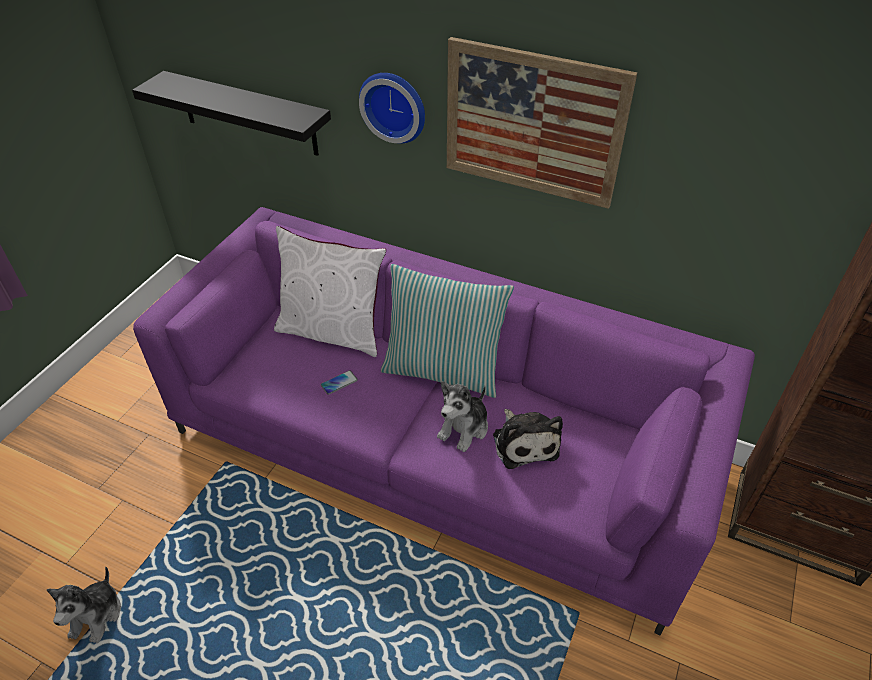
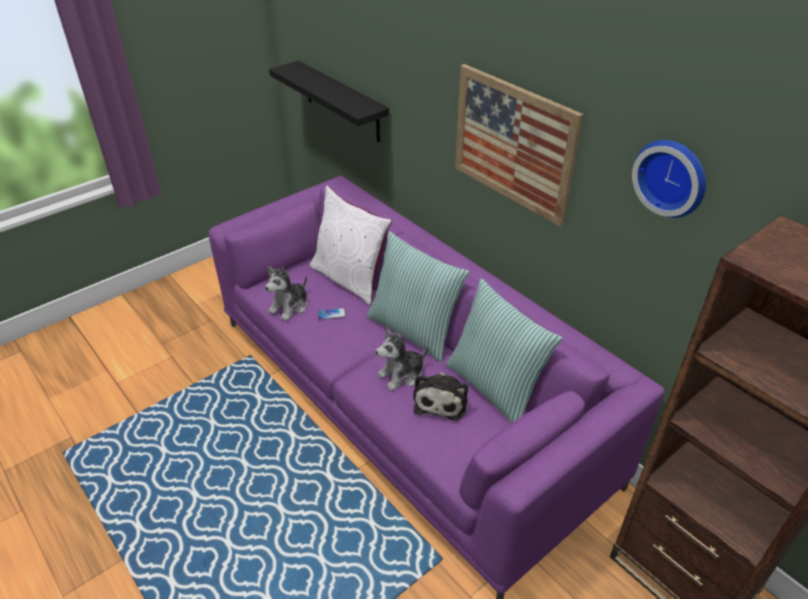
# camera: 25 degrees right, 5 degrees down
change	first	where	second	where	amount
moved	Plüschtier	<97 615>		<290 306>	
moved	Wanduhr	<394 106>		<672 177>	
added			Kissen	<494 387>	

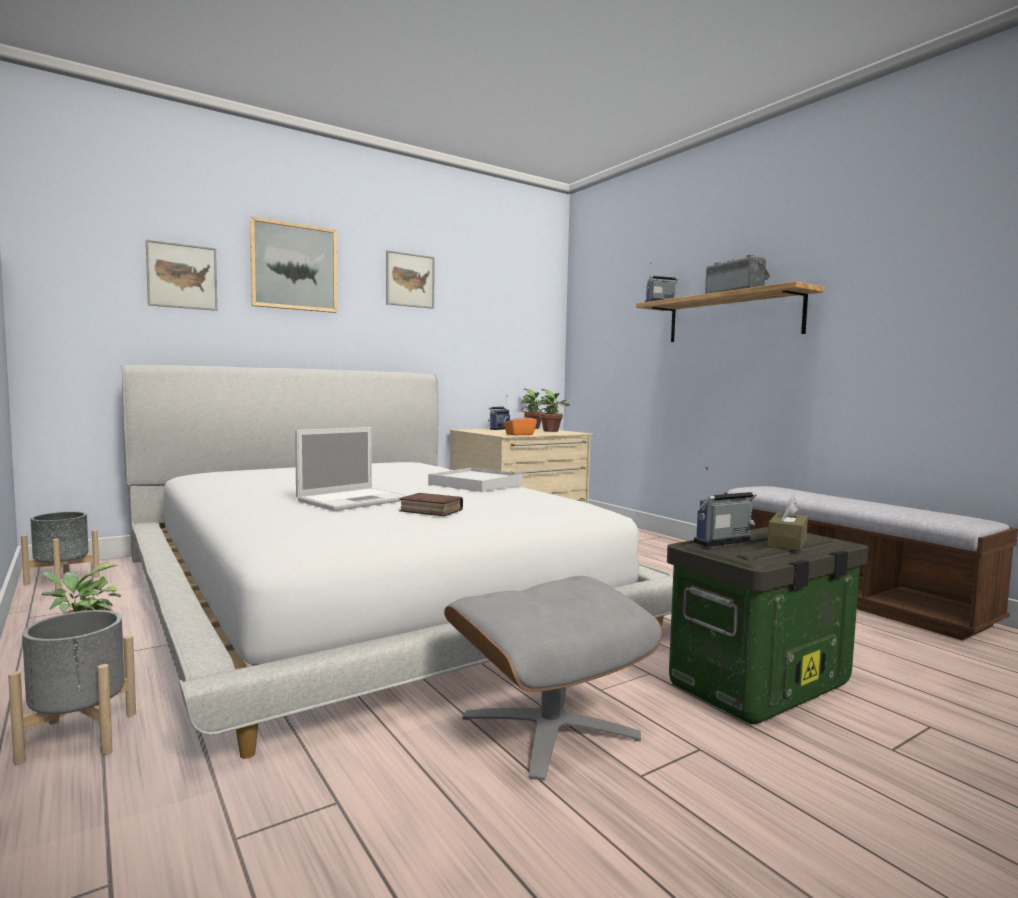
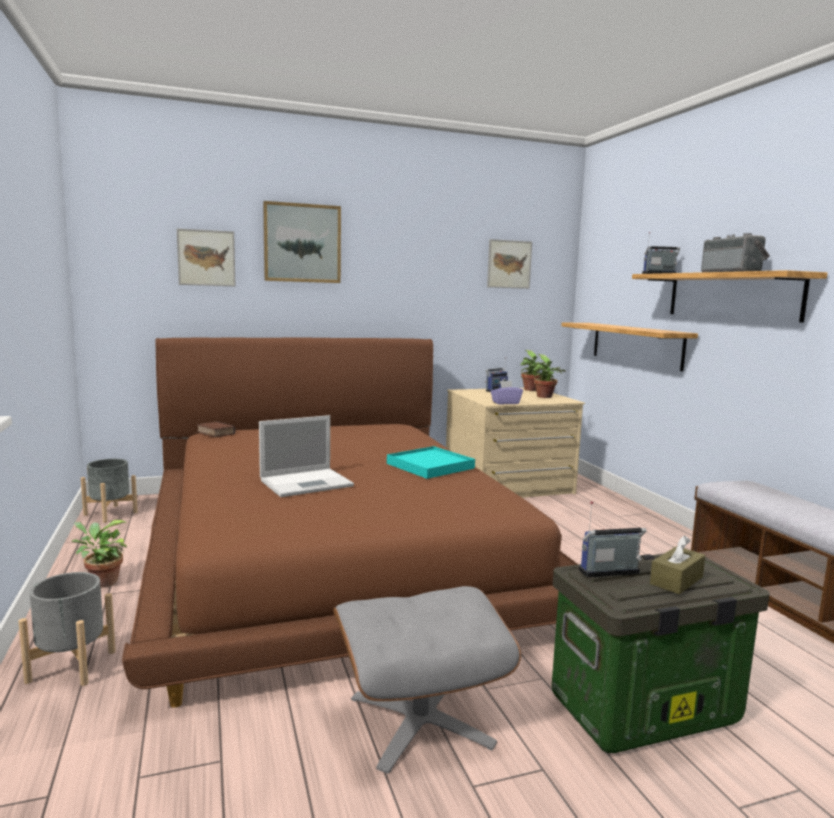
# camera: 15 degrees right, 5 degrees up
change	first	where	second	where	amount
recoloured	Bett/weiß	<366 590>	Bett/braun	<334 550>	
moved	Bild	<410 280>		<509 264>	
moved	Buch	<429 510>		<214 433>	
recoloured	Tablett/weiß	<476 484>	Tablett/türkis	<430 466>	
recoloured	Taschentuchbox/orange	<519 434>	Taschentuchbox/lila	<505 403>	
added			Wandregal	<636 345>	

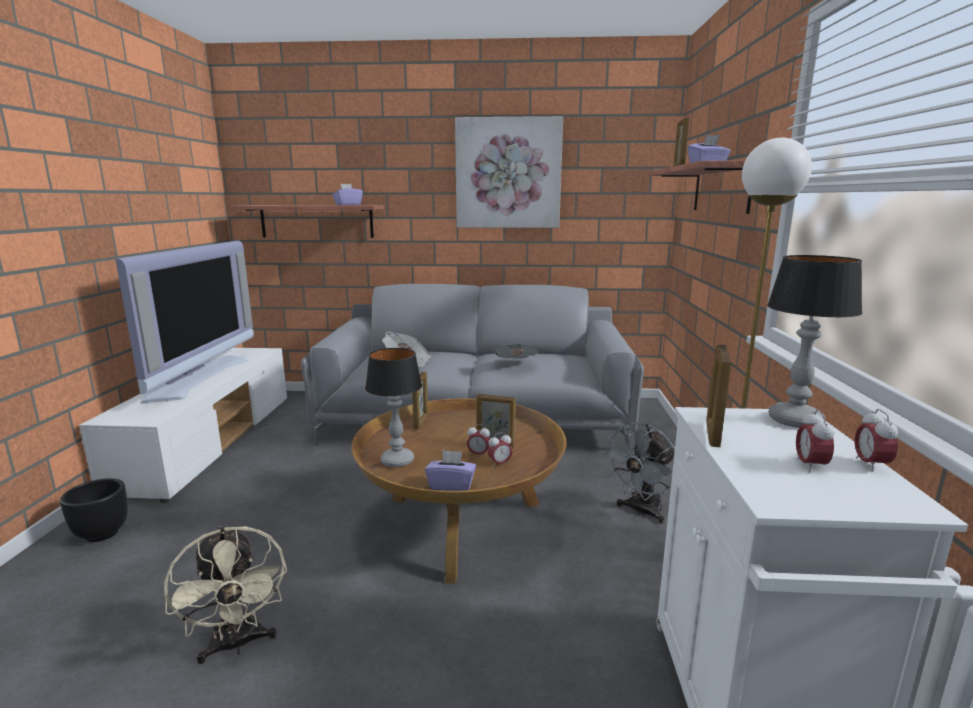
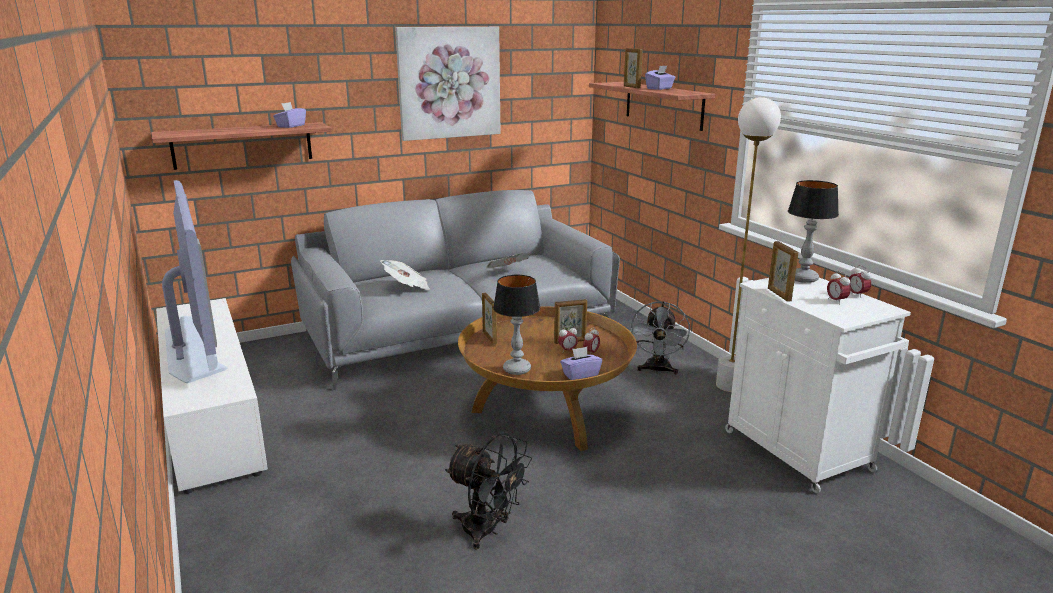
# camera: 30 degrees left, 5 degrees up
change	first	where	second	where	amount
removed	Pflanzkübel/schwarz	<102 534>			
recoloured	Ventilator/beige	<237 644>	Ventilator/schwarz	<488 531>	

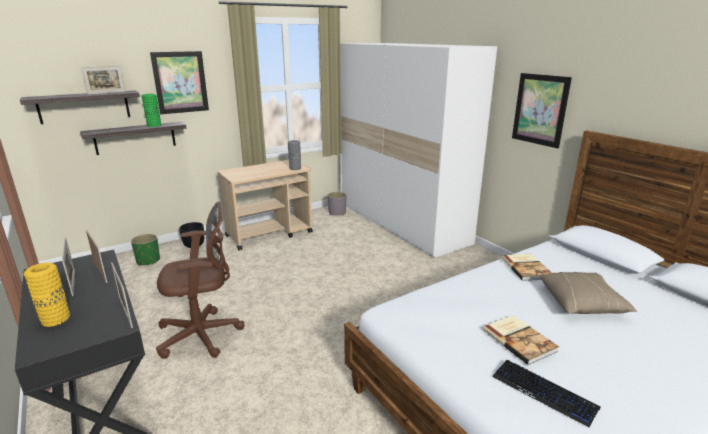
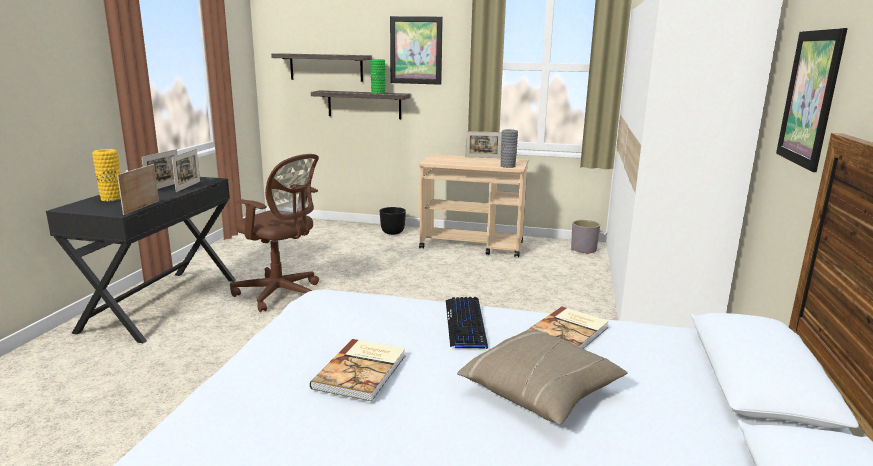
# camera: 45 degrees right, 5 degrees down
change	first	where	second	where	amount
moved	Bilderrahmen	<106 93>		<483 157>	
removed	Pflanzkübel/grün	<148 261>			
moved	Tastatur	<544 392>		<465 323>	

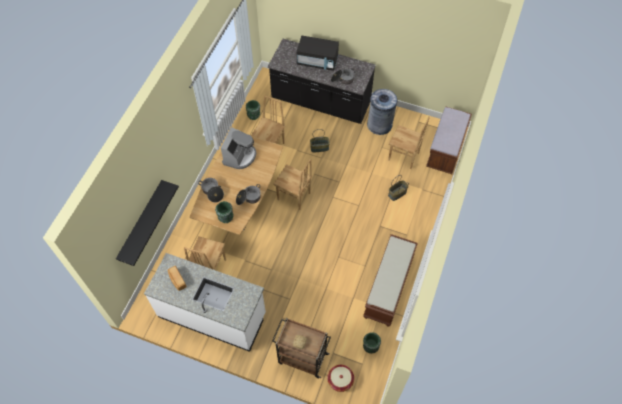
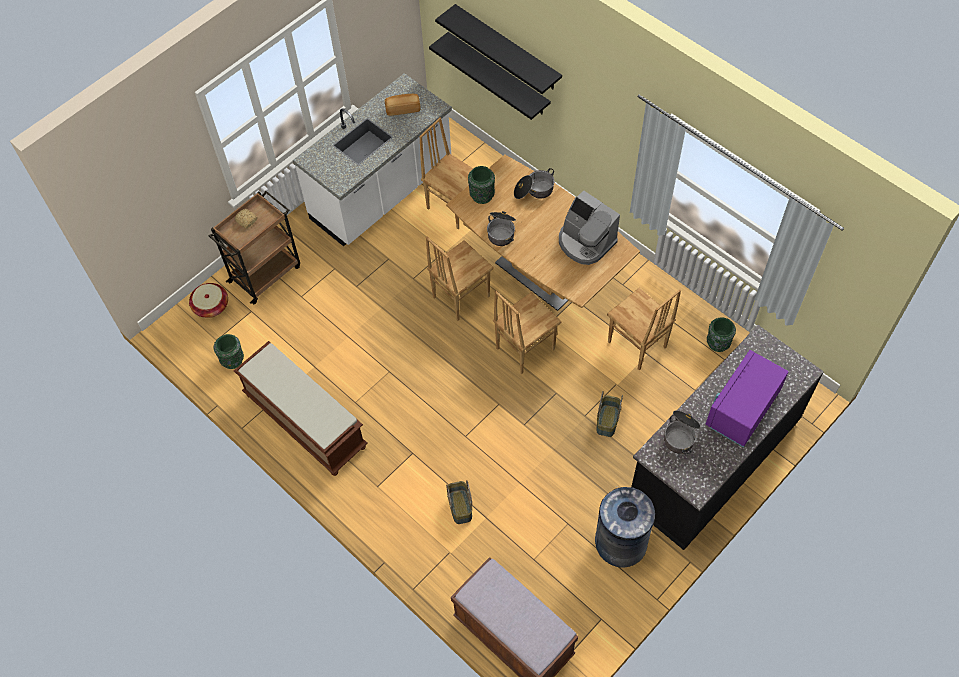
# camera: 115 degrees right, 0 degrees up
change	first	where	second	where	amount
recoloured	Mikrowelle/schwarz	<317 61>	Mikrowelle/lila	<741 409>	
moved	Stuhl/braun	<403 157>		<460 296>	
added			Wandregal/schwarz	<507 48>	

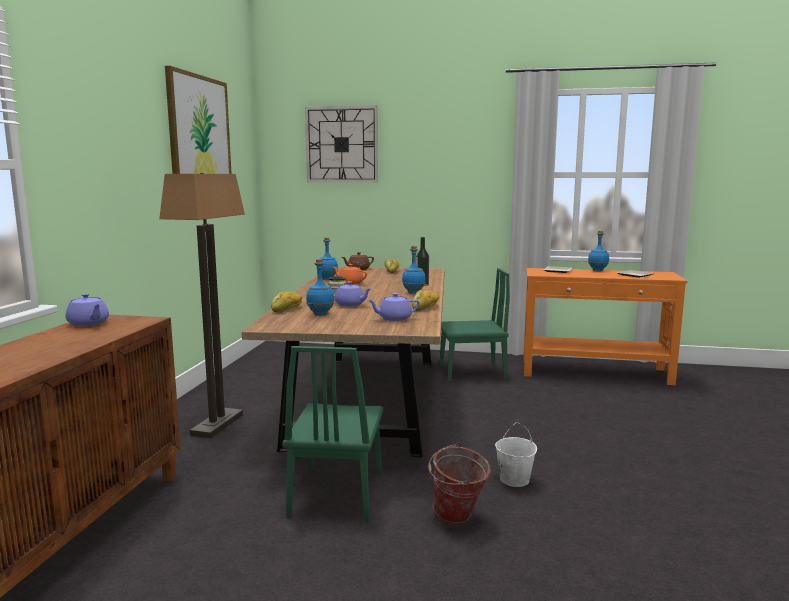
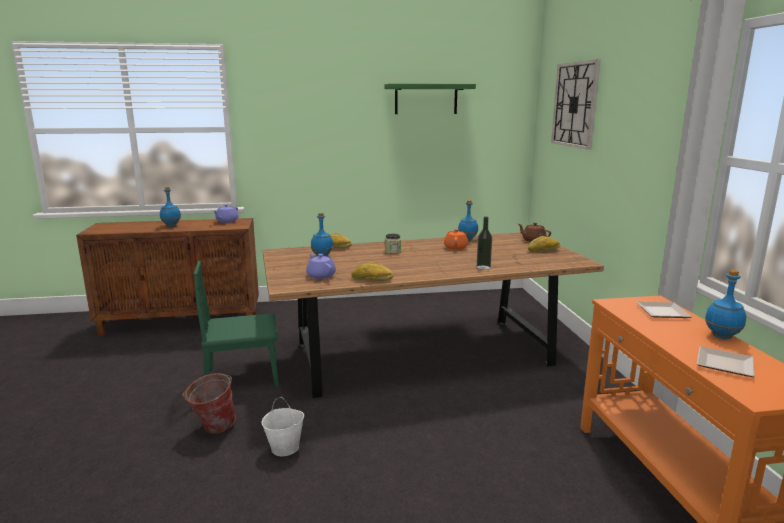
# camera: 70 degrees right, 5 degrees up
change	first	where	second	where	amount
removed	Stehlampe	<217 425>			
replaced	Bild	<199 133>	Wandregal/grün	<426 99>	
removed	Teekanne/lila	<350 304>			
moved	Flasche/blau	<413 293>		<171 226>	
removed	Stuhl/grün	<472 372>			

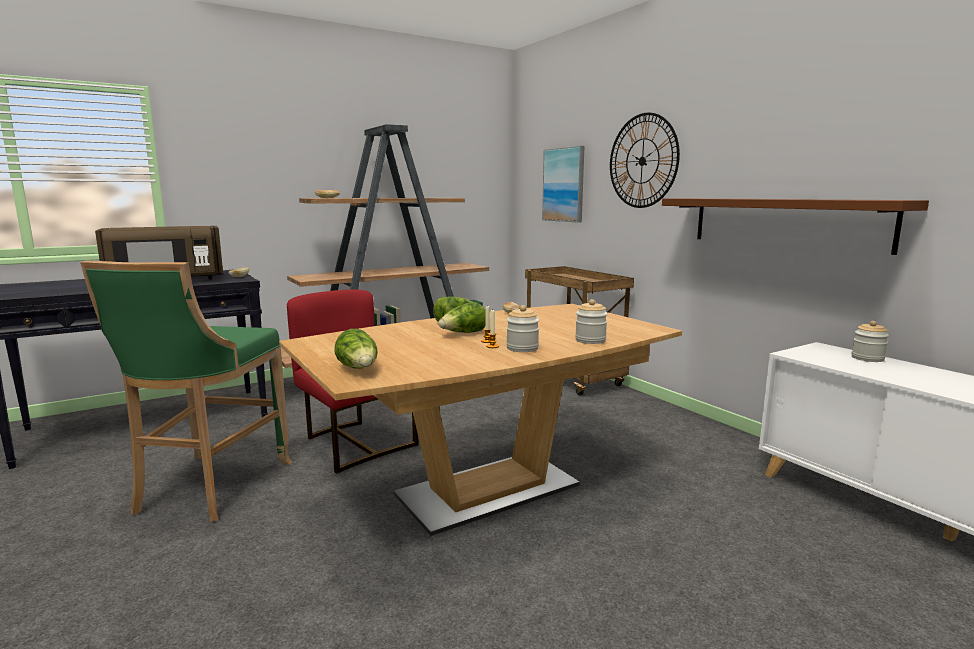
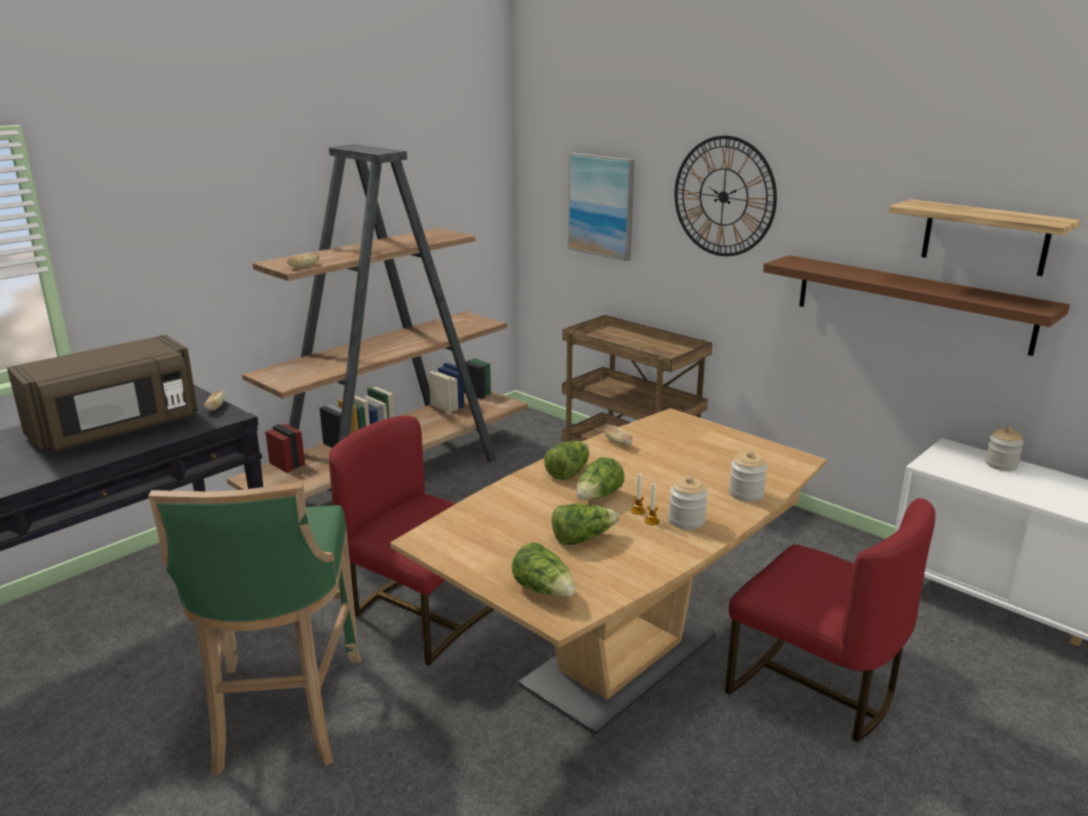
# camera: 15 degrees left, 10 degrees up
change	first	where	second	where	amount
added			Salatkopf	<582 538>	
added			Stuhl/rot	<814 689>	
added			Wandregal	<985 237>	

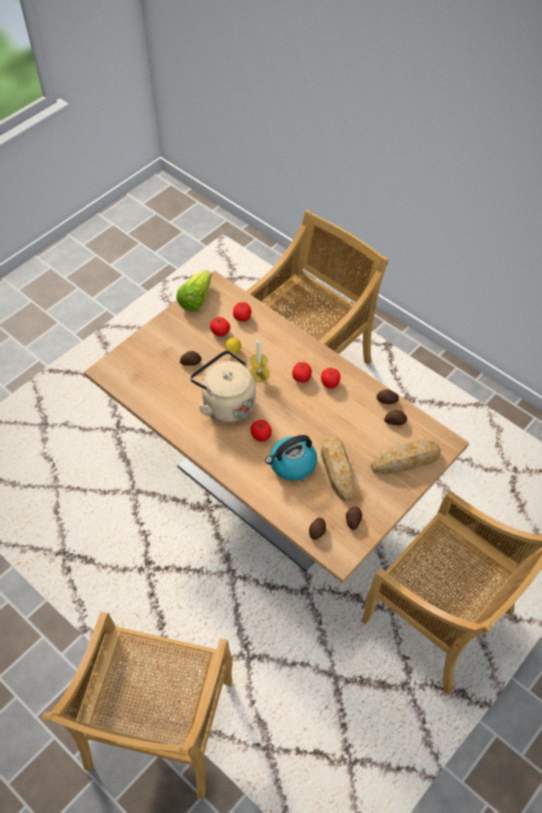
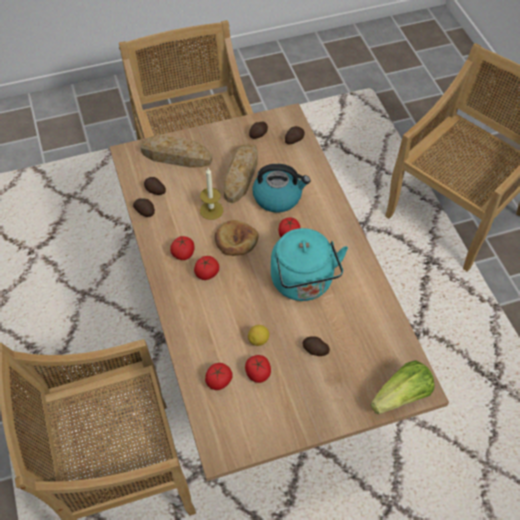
# camera: 150 degrees left, 0 degrees up
change	first	where	second	where	amount
moved	Salatkopf	<195 299>		<402 396>	
recoloured	Wasserkessel/beige	<226 403>	Wasserkessel/türkis	<303 283>	
moved	Kerze	<259 373>		<211 210>	
added			Brot	<235 240>	

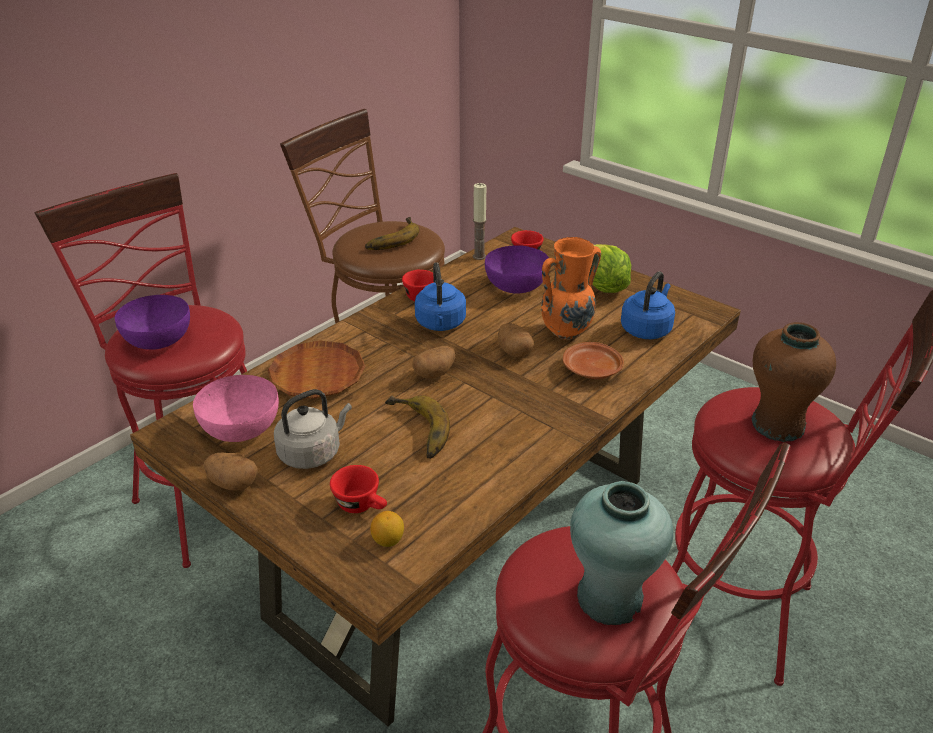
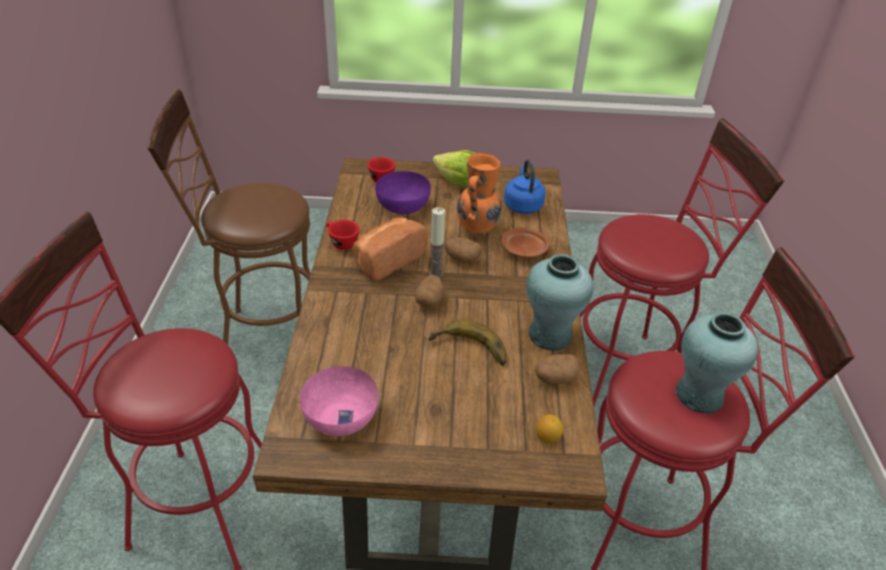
# camera: 40 degrees left, 5 degrees up
change	first	where	second	where	amount
removed	Schüssel/lila	<159 339>			
moved	Kartoffel	<233 483>		<555 378>	
removed	Teller/braun	<317 375>			
removed	Wasserkessel/grau	<312 453>			
removed	Tasse/rot	<362 506>			
removed	Banane	<390 238>			
replaced	Wasserkessel/blau	<440 324>	Brot	<387 260>	
moved	Kerze	<479 256>		<436 274>	
removed	Vase/braun	<777 425>			
added			Vase/türkis	<550 335>	

